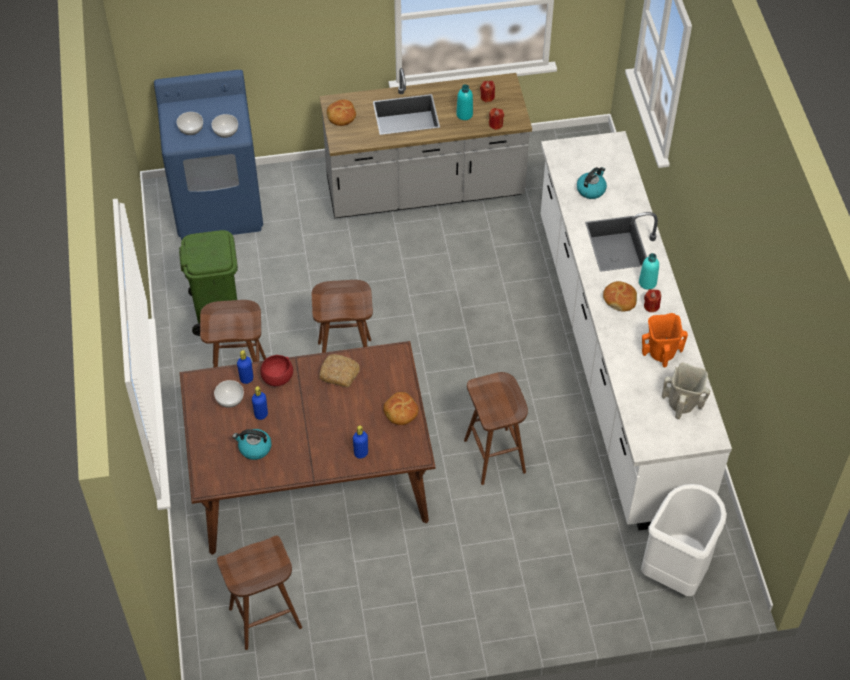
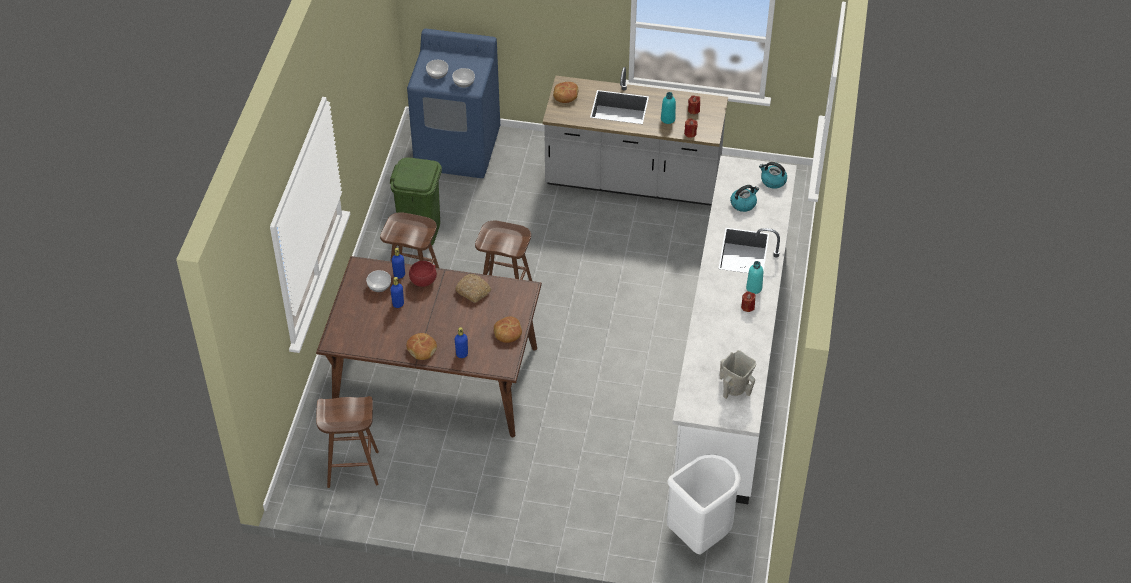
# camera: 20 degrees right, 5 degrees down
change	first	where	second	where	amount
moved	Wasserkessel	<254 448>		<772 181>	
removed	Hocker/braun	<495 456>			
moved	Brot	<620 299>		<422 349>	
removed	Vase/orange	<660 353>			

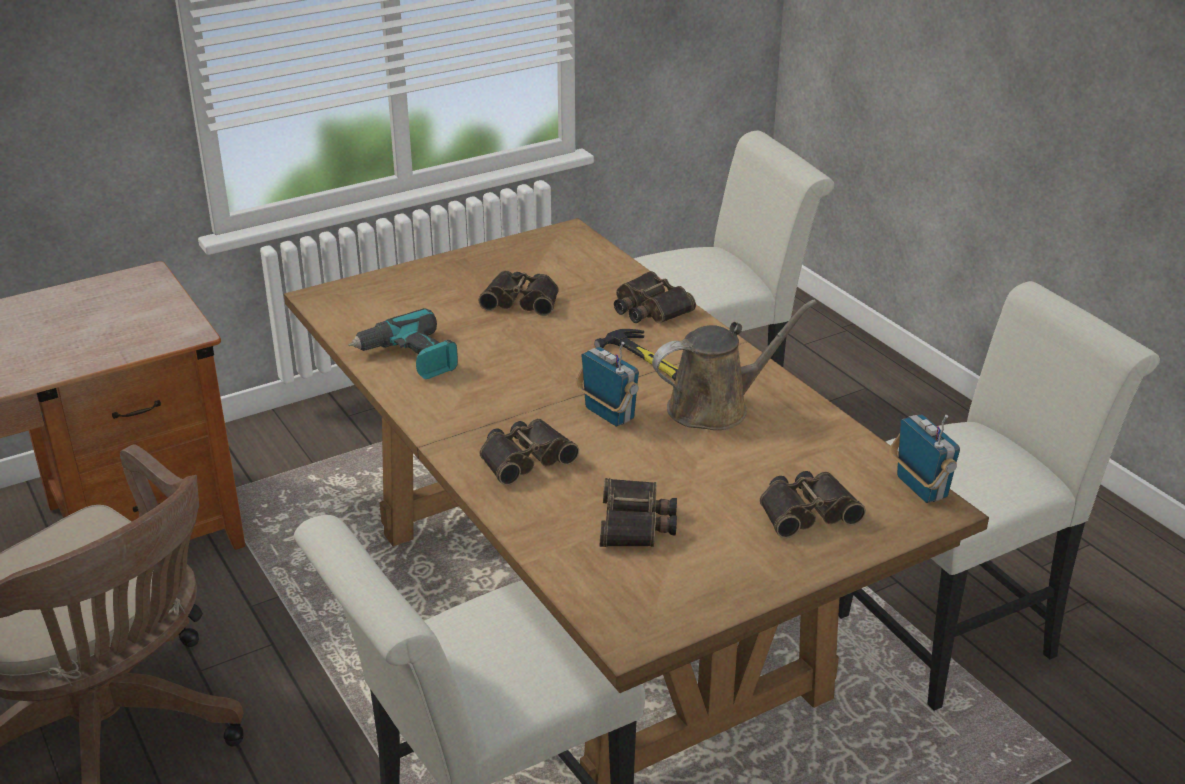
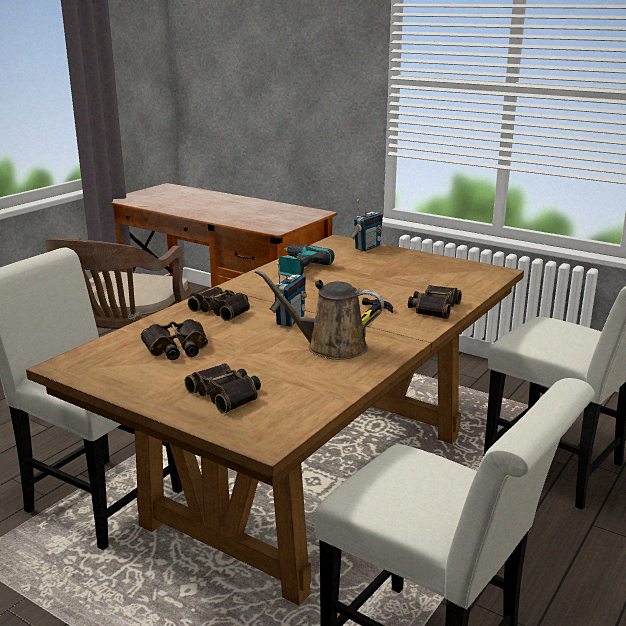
# camera: 65 degrees right, 10 degrees down
change	first	where	second	where	amount
removed	Fernglas	<522 300>			
turned	Gießkanne/braun	<715 407>		<330 347>	150 degrees clockwise
moved	Radio	<920 488>		<367 247>	

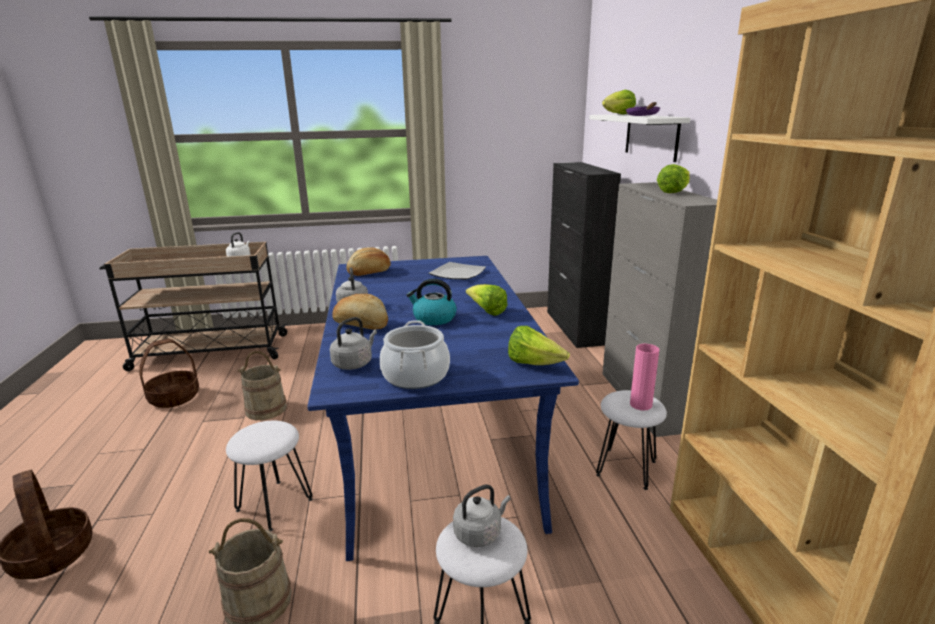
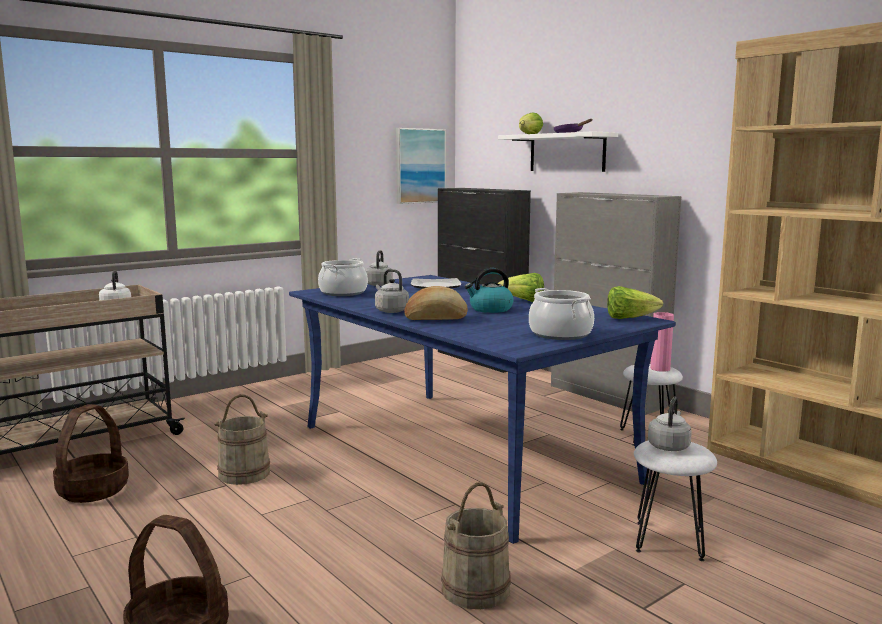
# camera: 30 degrees left, 10 degrees down
change	first	where	second	where	amount
removed	Hocker/weiß	<274 504>			
moved	Wasserkessel/grau	<354 363>		<379 284>	
replaced	Brot	<369 272>	Kochtopf	<343 293>	
removed	Salatkopf	<673 192>			
added			Bild	<420 166>	

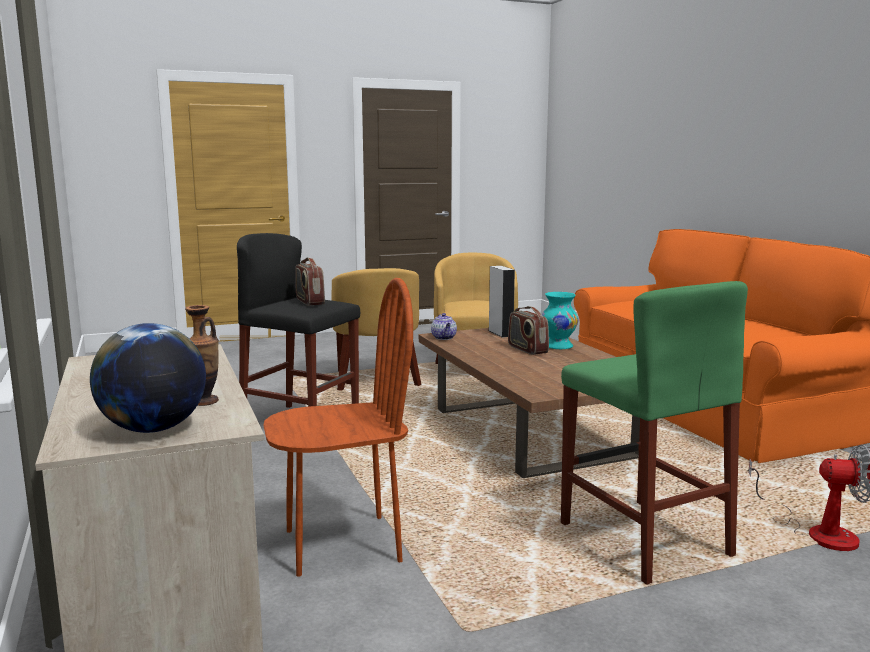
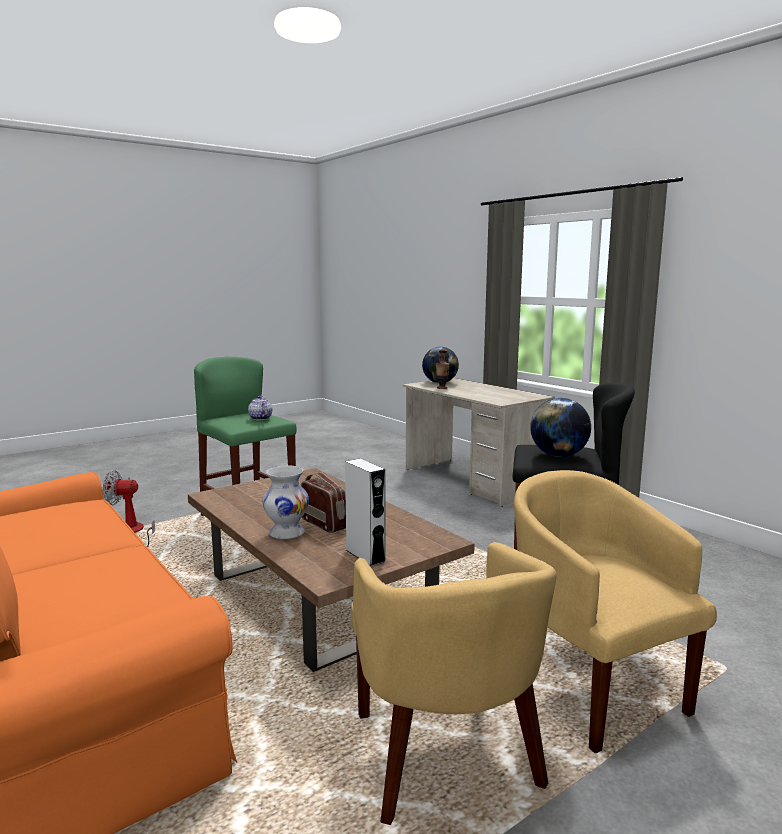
# camera: 165 degrees right, 0 degrees up
change	first	where	second	where	amount
removed	Stuhl/braun	<342 545>			
replaced	Radio	<309 302>	Globus	<558 456>	
moved	Teekanne	<444 338>		<260 418>	
recoloured	Vase/türkis	<558 347>	Vase/weiß	<287 532>	

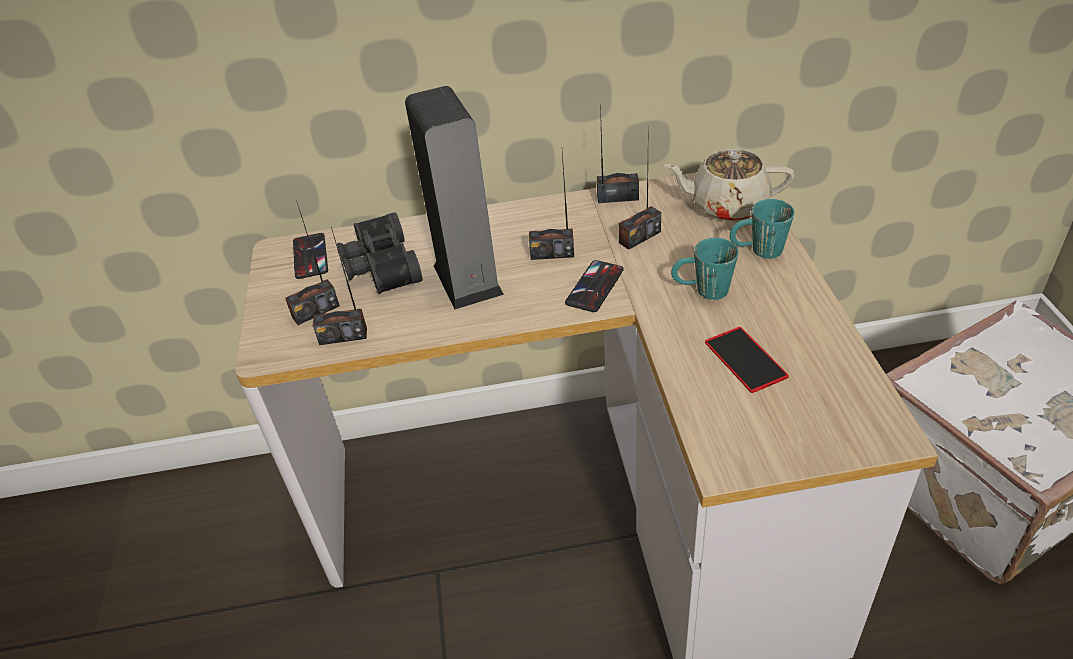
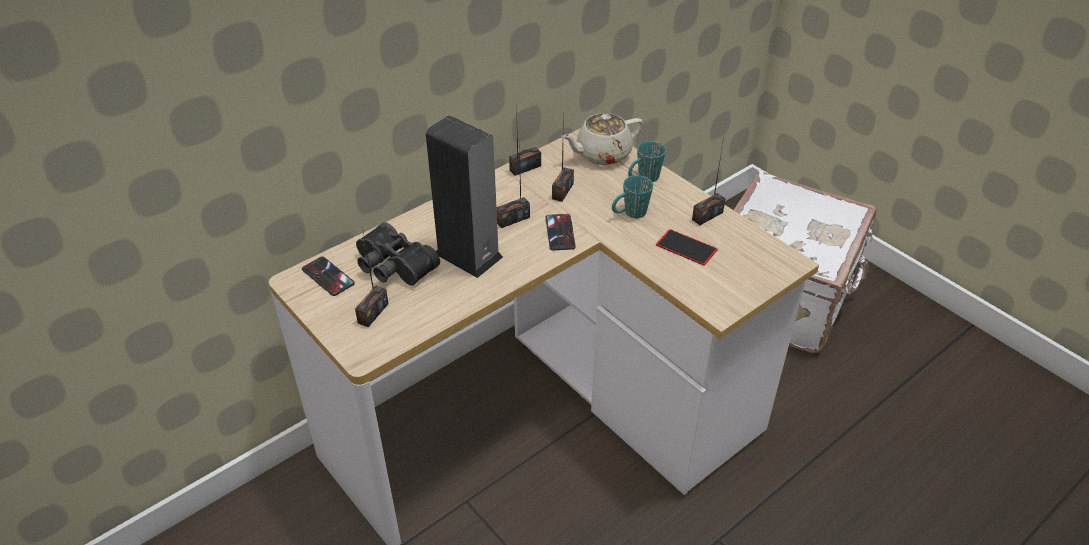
# camera: 35 degrees left, 0 degrees up
change	first	where	second	where	amount
moved	Radio	<343 336>		<707 216>	

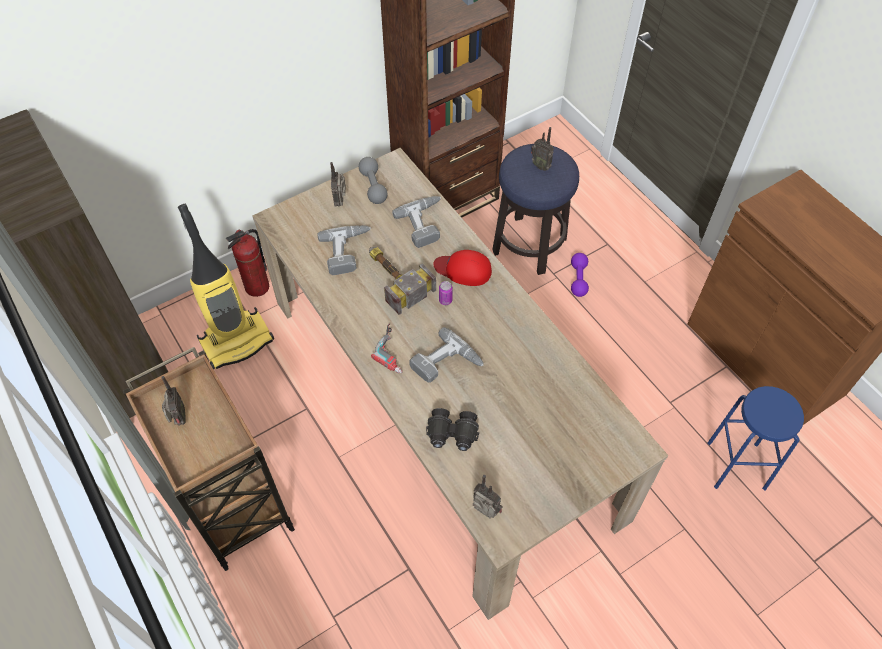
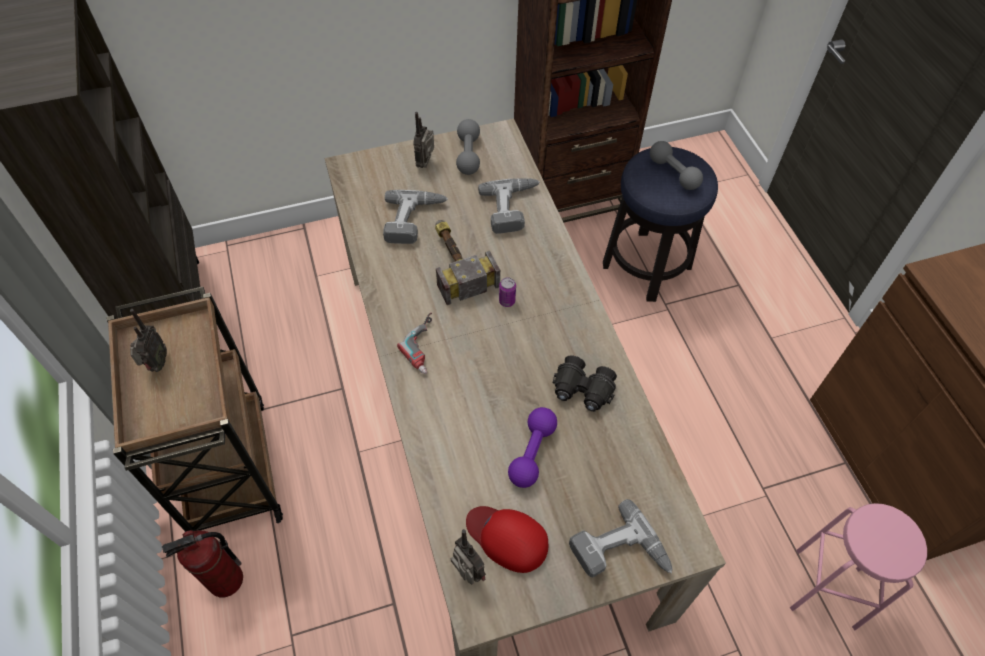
# camera: 15 degrees right, 0 degrees up
change	first	where	second	where	amount
removed	Staubsauger	<237 340>			
moved	Feuerlöscher	<257 287>		<225 580>	
moved	Bohrmaschine	<446 365>		<620 554>	
moved	Fernglas/schwarz	<452 435>		<582 391>	
moved	Kappe/rot	<463 269>		<507 538>	
replaced	Radio	<541 166>	Hantel/grau	<673 173>	
moved	Hantel/lila	<578 279>		<532 453>	
recoloured	Hocker/blau	<736 465>	Hocker/rosa	<826 588>	

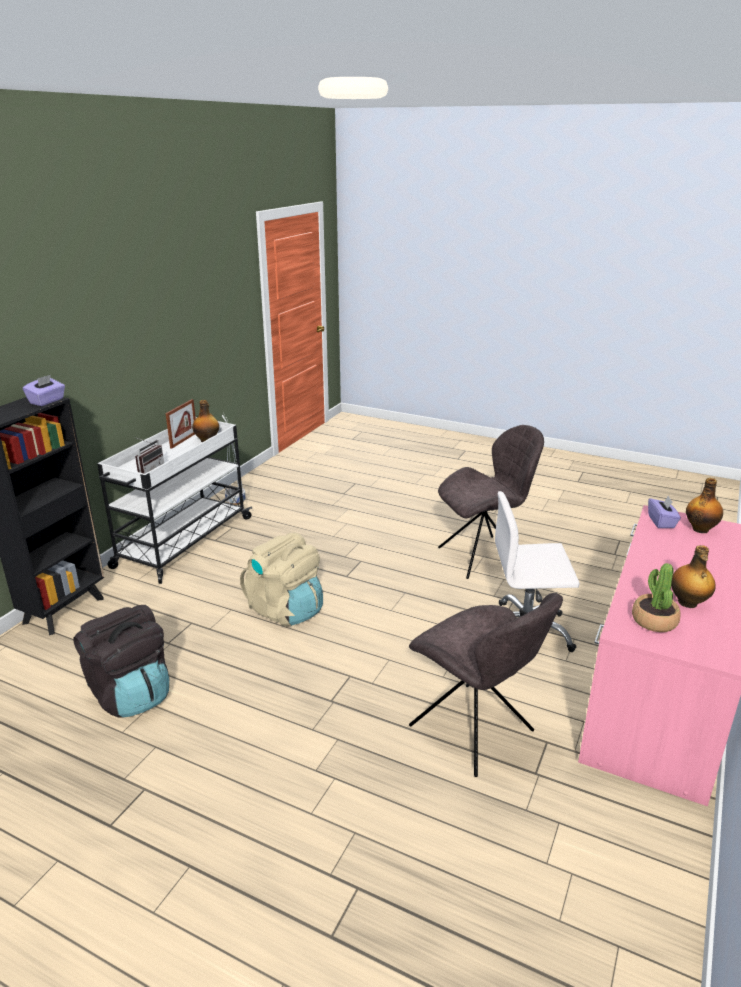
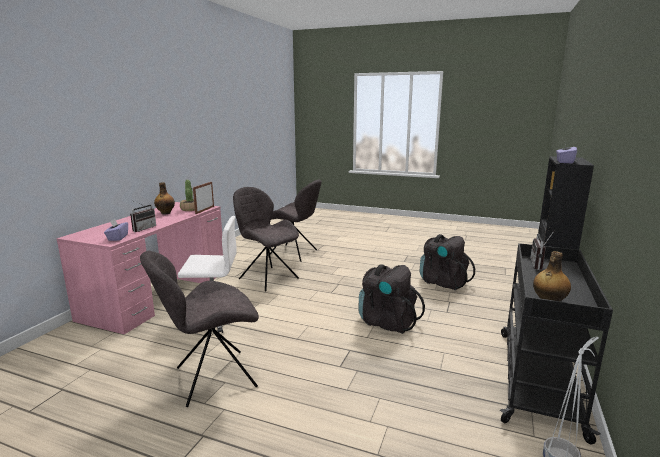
# camera: 175 degrees right, 10 degrees down
change	first	where	second	where	amount
recoloured	Rollwagen/weiß	<182 542>	Rollwagen/schwarz	<538 378>	
moved	Bilderrahmen	<184 440>		<205 210>	
recoloured	Rucksack/beige	<286 610>	Rucksack/schwarz	<387 322>	
removed	Flasche	<700 529>			
added			Radio	<143 228>	
added			Stuhl/grau	<294 253>	

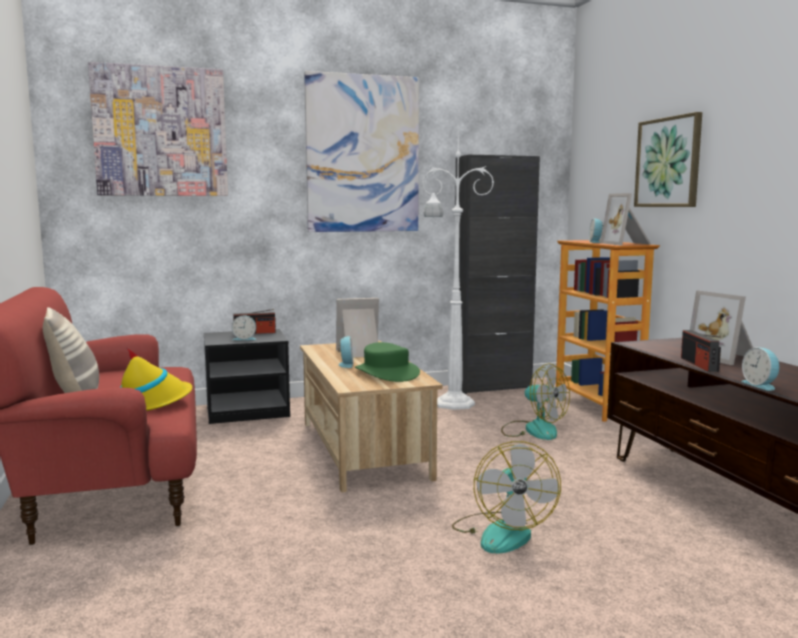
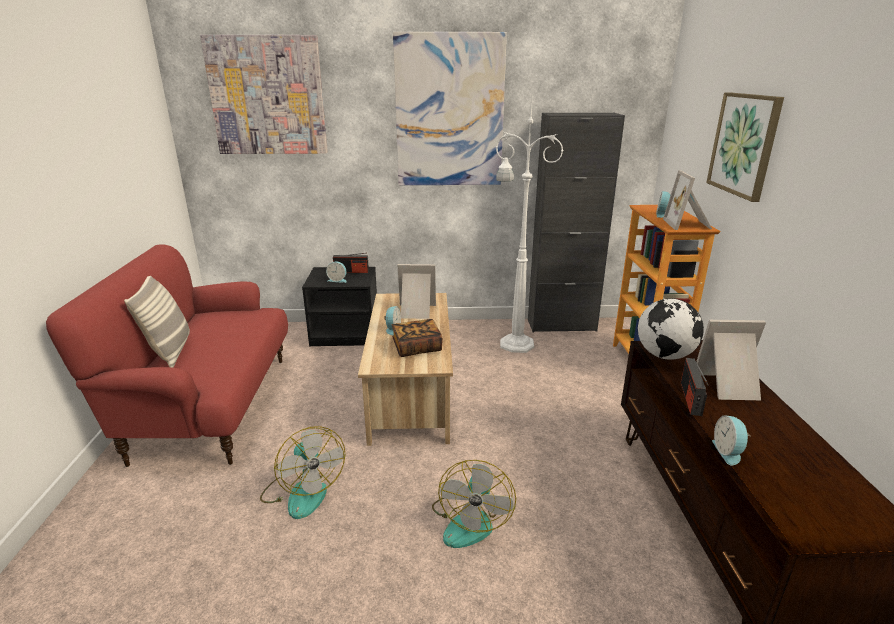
# camera: 15 degrees right, 15 degrees up
change	first	where	second	where	amount
removed	Hut/gelb	<152 403>			
replaced	Hut/grün	<386 373>	Buch	<417 348>	
moved	Ventilator	<533 430>		<303 491>	
turned	Bilderrahmen	<724 357>		<729 386>	105 degrees clockwise
added			Globus	<665 356>	

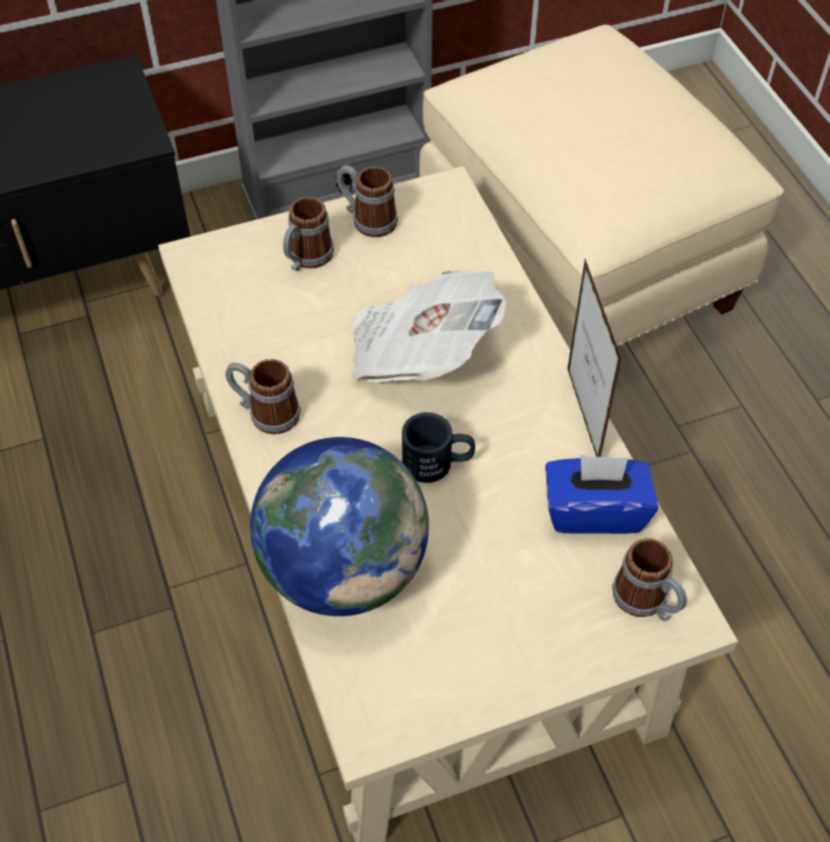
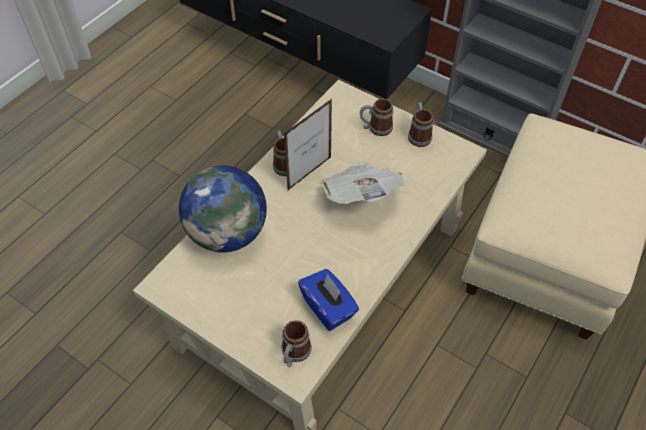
# camera: 55 degrees right, 0 degrees up
change	first	where	second	where	amount
removed	Henkelbecher/schwarz	<438 463>			
moved	Bilderrahmen	<582 416>		<309 174>	

